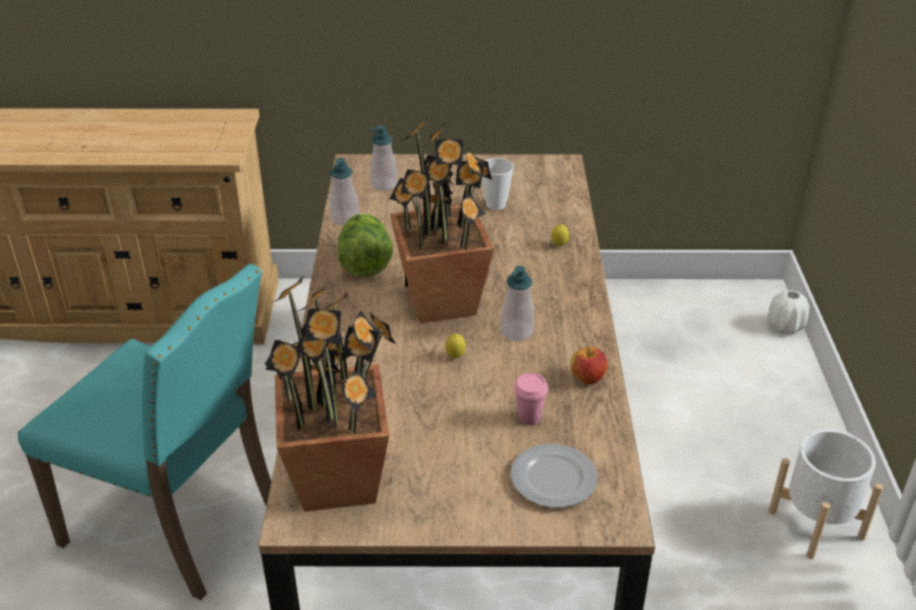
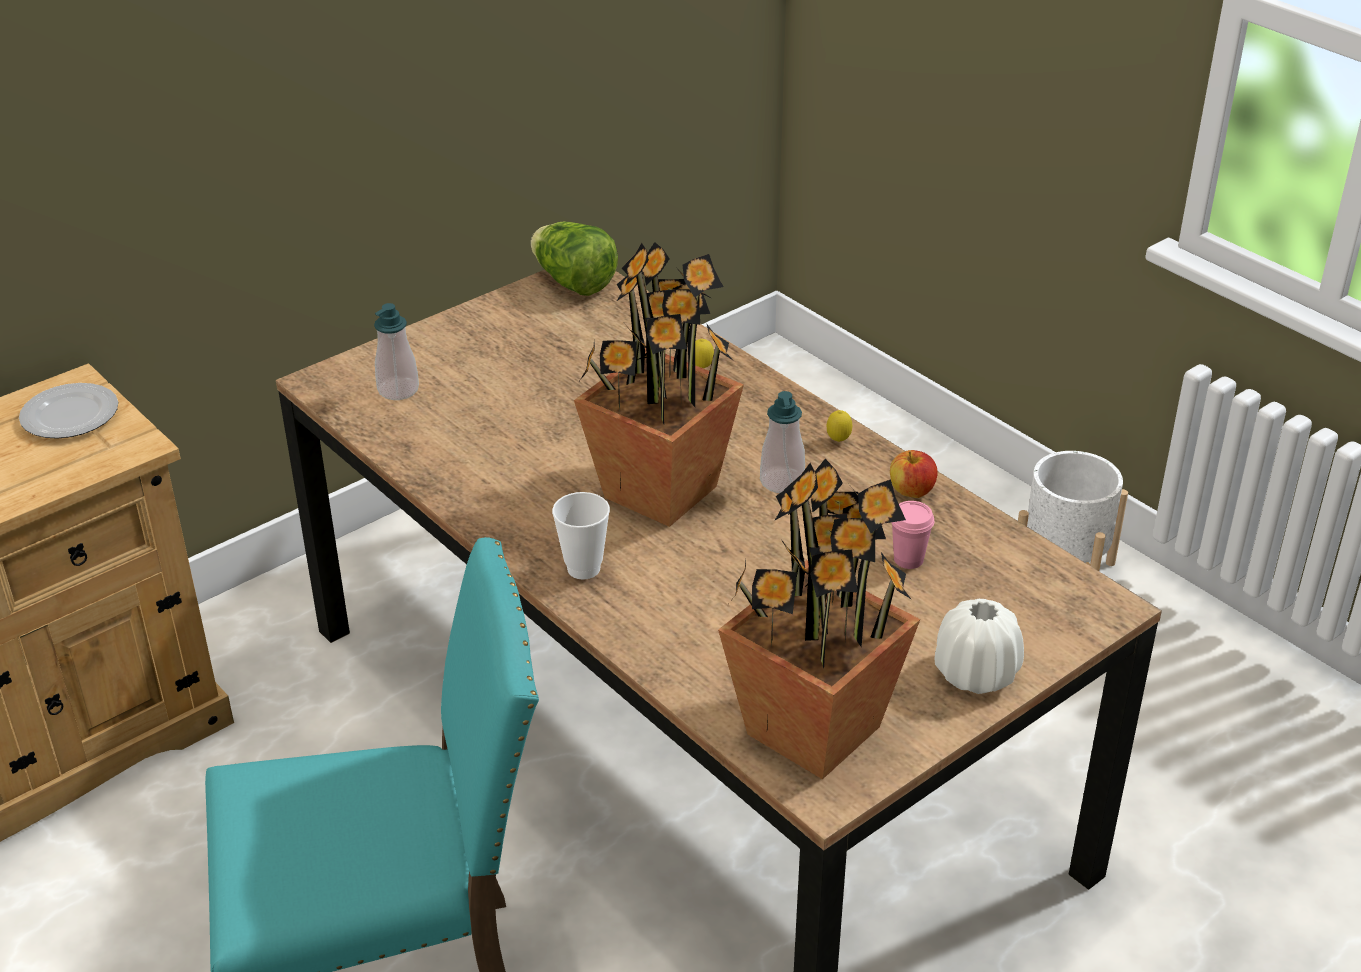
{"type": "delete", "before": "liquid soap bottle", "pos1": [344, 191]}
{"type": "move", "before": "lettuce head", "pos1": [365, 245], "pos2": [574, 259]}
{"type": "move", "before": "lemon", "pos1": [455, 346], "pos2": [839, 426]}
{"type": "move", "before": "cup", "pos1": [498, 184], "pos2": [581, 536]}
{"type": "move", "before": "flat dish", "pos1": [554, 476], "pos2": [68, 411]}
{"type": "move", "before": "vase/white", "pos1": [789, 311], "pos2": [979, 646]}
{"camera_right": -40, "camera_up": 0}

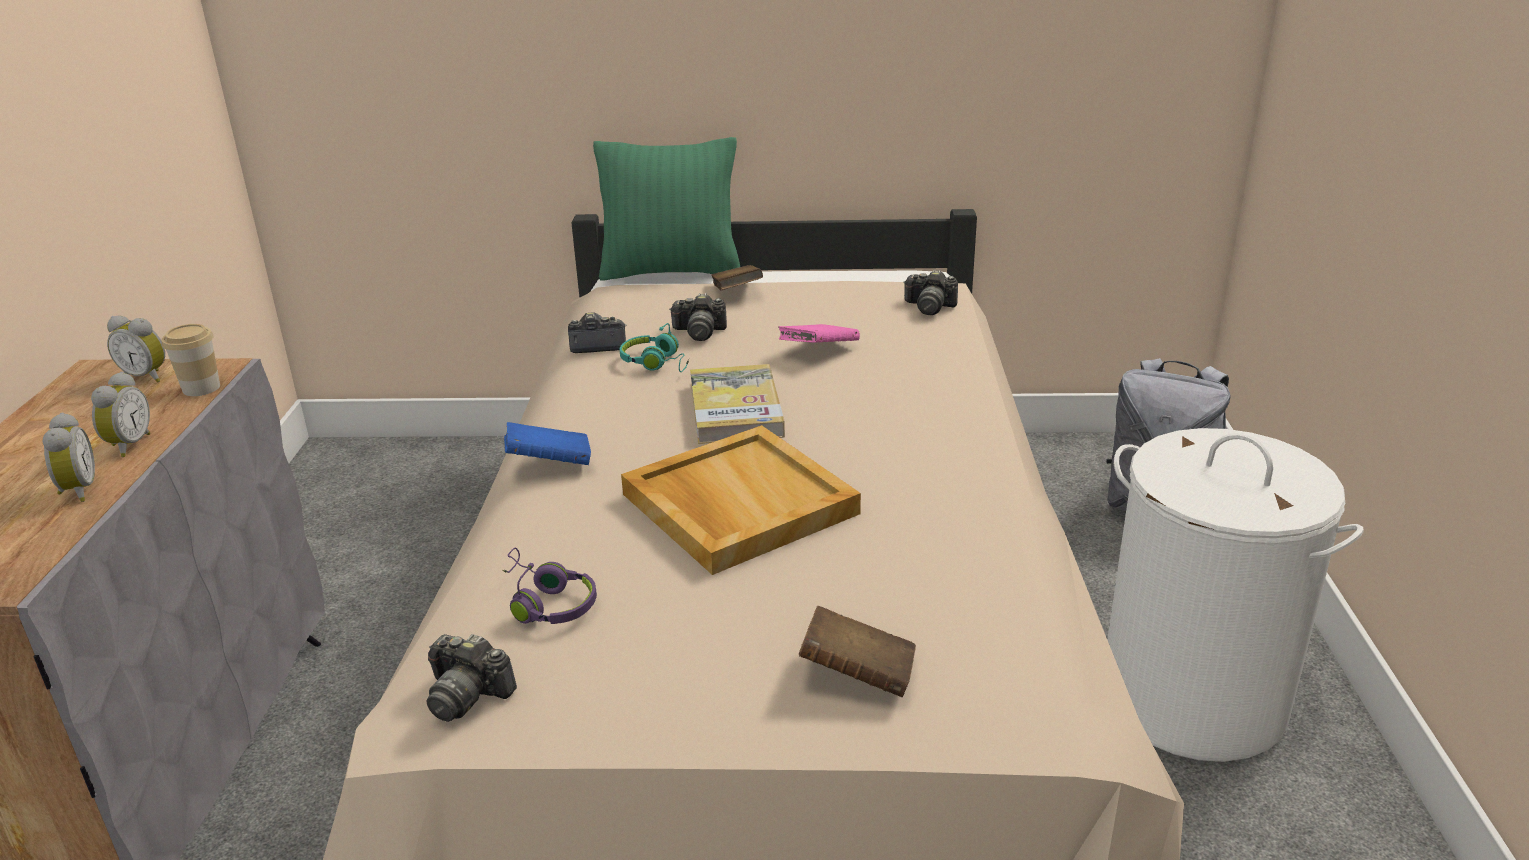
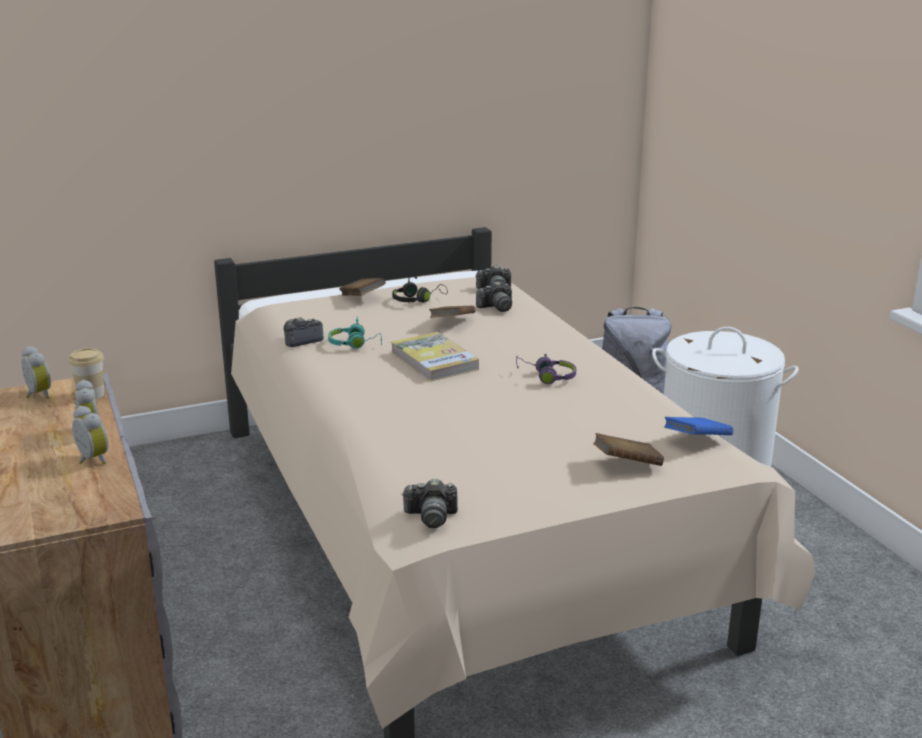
{"type": "delete", "before": "throw pillow/green", "pos1": [666, 208]}
{"type": "delete", "before": "serving tray/beige-coloured", "pos1": [741, 500]}
{"type": "insert", "after": "pair of headphones/blackish", "pos2": [420, 288]}
{"type": "move", "before": "pair of headphones/purplish", "pos1": [549, 585], "pos2": [546, 369]}
{"type": "move", "before": "book/blue-coloured", "pos1": [547, 443], "pos2": [698, 426]}
{"type": "move", "before": "photo camera", "pos1": [698, 317], "pos2": [494, 296]}
{"type": "recolor", "before": "book/pink", "after": "book/brownish", "pos1": [819, 333], "pos2": [452, 312]}
{"type": "rotate", "before": "table clock", "pos1": [136, 349], "pos2": [36, 372], "turn": -120}
{"camera_right": -25, "camera_up": -5}

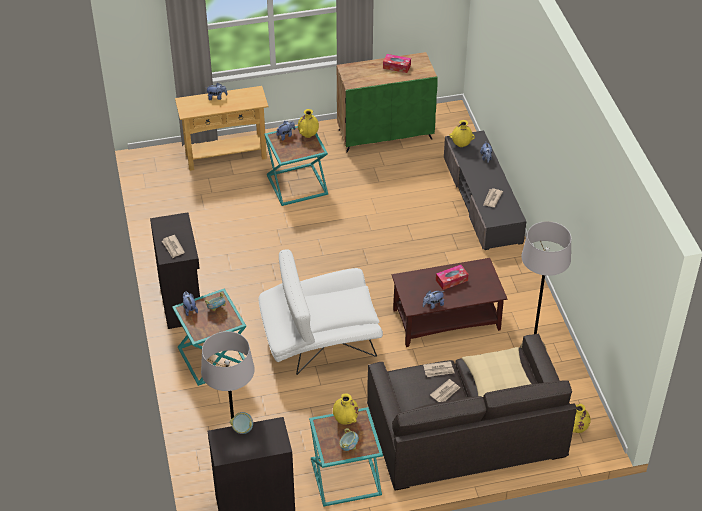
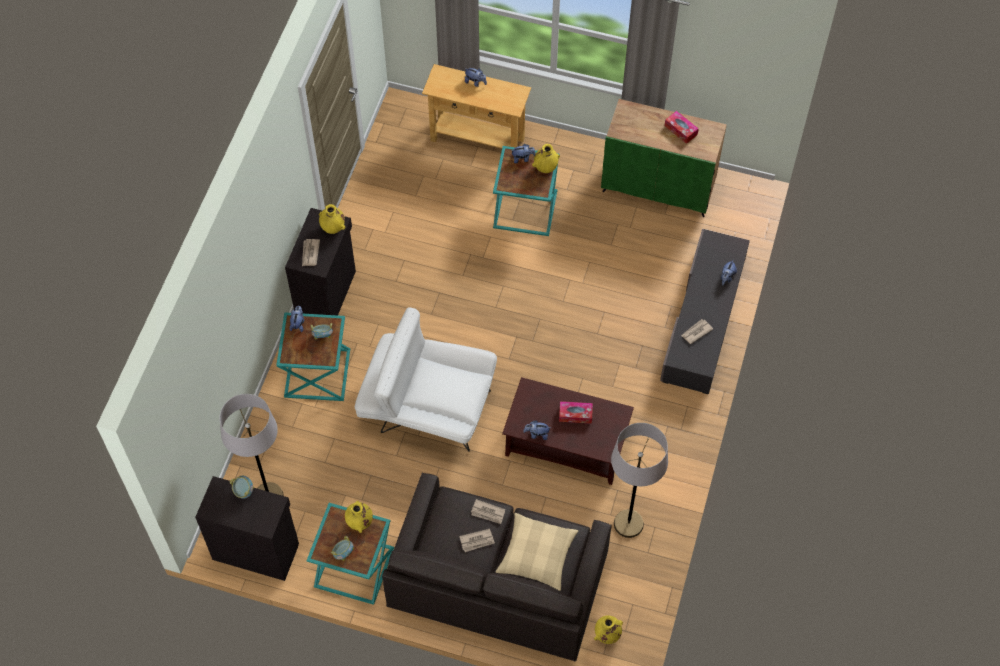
{"type": "move", "before": "vase/yellowish", "pos1": [462, 133], "pos2": [332, 219]}
{"camera_right": 30, "camera_up": 15}

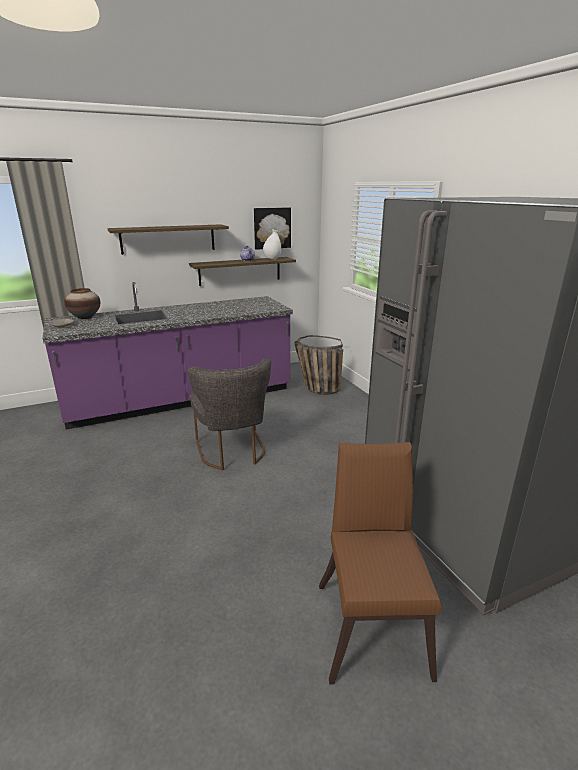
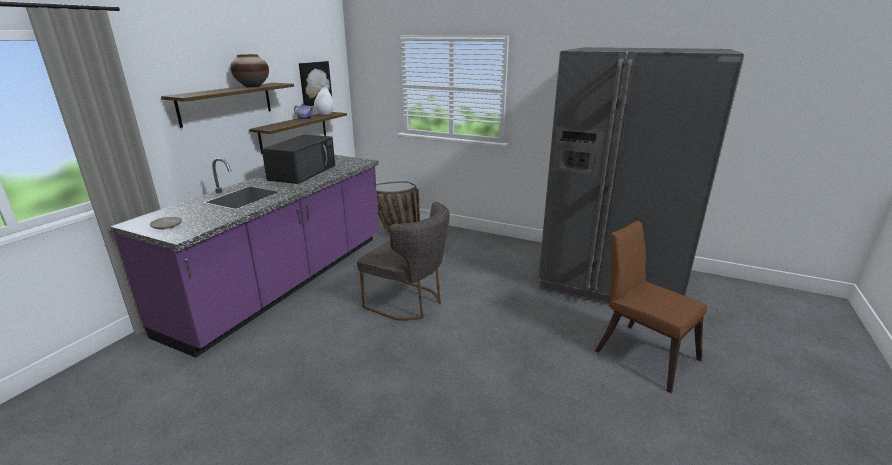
{"type": "insert", "after": "microwave/blackish", "pos2": [298, 159]}
{"type": "move", "before": "vase", "pos1": [82, 303], "pos2": [249, 71]}
{"camera_right": -40, "camera_up": 0}

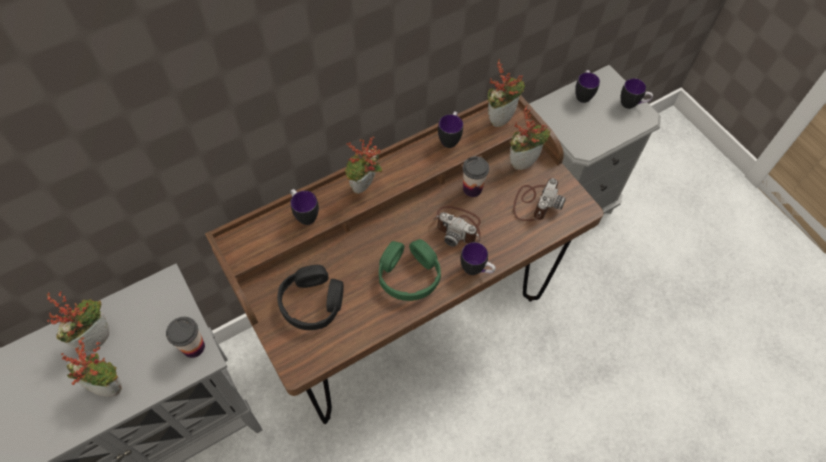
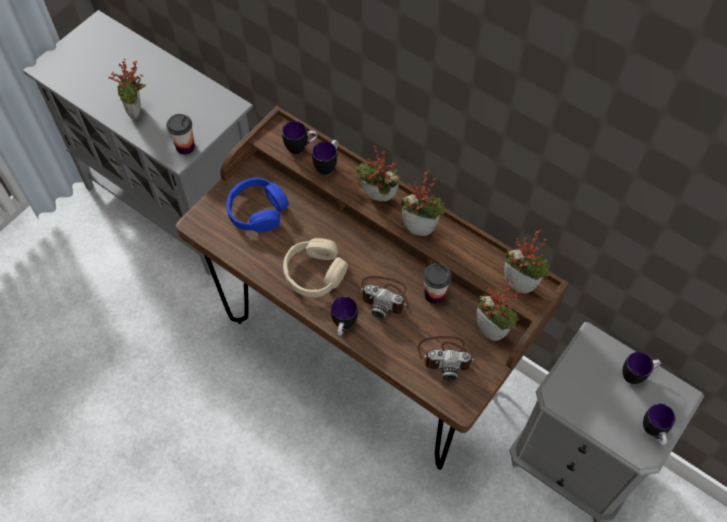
{"type": "move", "before": "plant in a pot", "pos1": [77, 321], "pos2": [424, 203]}
{"type": "move", "before": "coffee mug", "pos1": [450, 130], "pos2": [299, 137]}
{"type": "recolor", "before": "pair of headphones/blackish", "after": "pair of headphones/blue-coloured", "pos1": [310, 297], "pos2": [257, 204]}
{"type": "recolor", "before": "pair of headphones/green", "after": "pair of headphones/beige-coloured", "pos1": [410, 270], "pos2": [315, 268]}
{"type": "rotate", "before": "photo camera", "pos1": [457, 226], "pos2": [383, 297], "turn": -75}
{"camera_right": 70, "camera_up": 0}

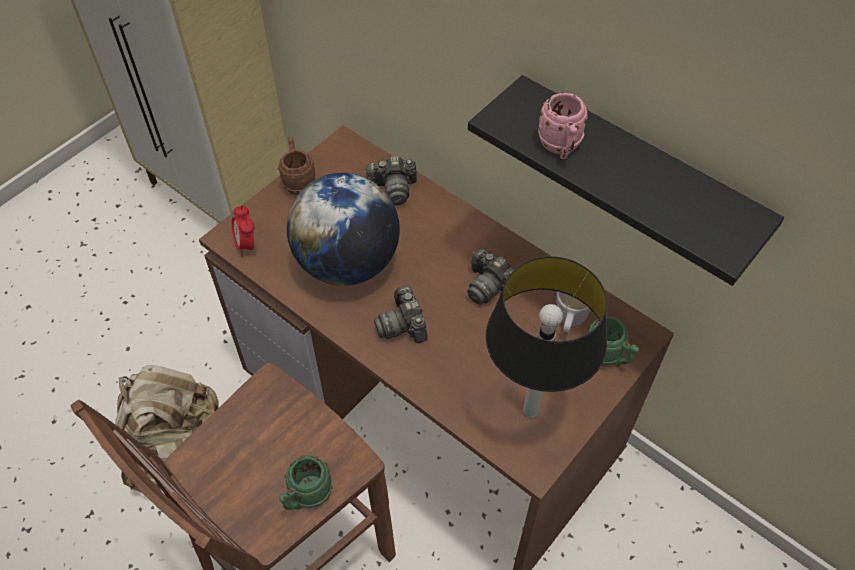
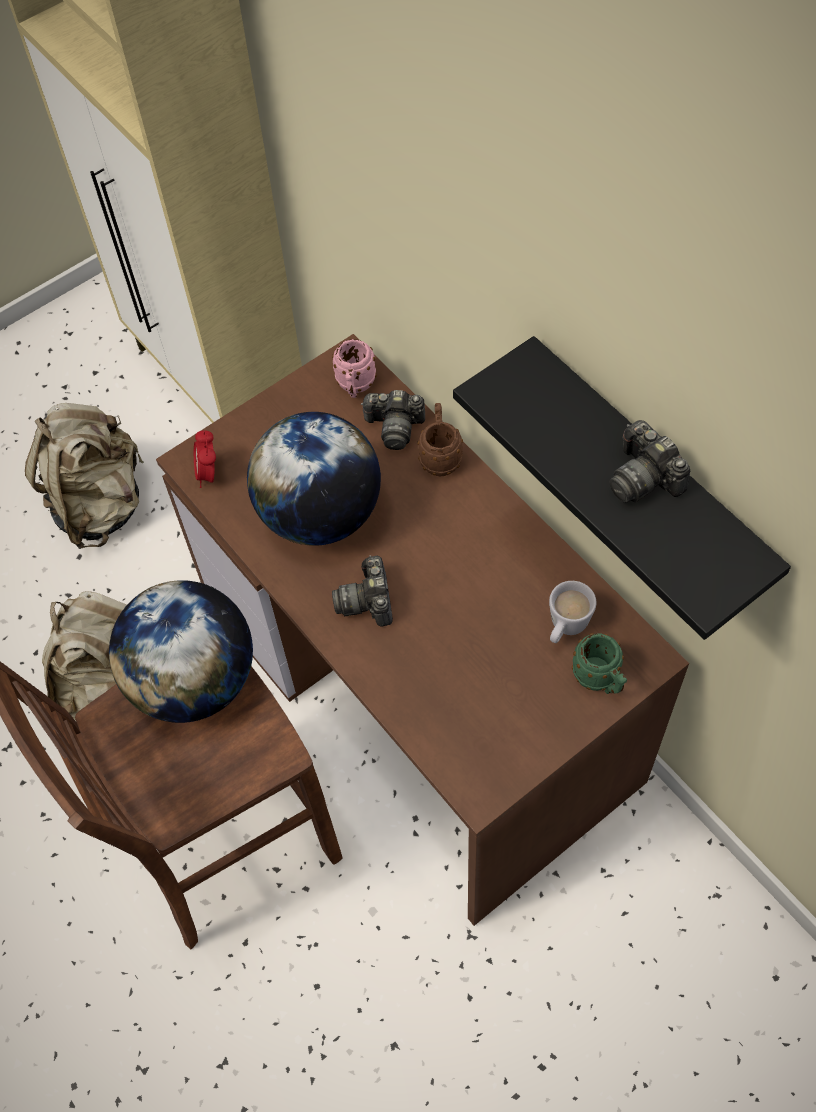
{"type": "delete", "before": "coffee mug/green", "pos1": [306, 482]}
{"type": "delete", "before": "tabletop lamp", "pos1": [546, 337]}
{"type": "insert", "after": "knapsack/beige-coloured", "pos2": [84, 476]}
{"type": "insert", "after": "globe", "pos2": [181, 651]}
{"type": "move", "before": "coffee mug/brownish", "pos1": [297, 165], "pos2": [440, 440]}
{"type": "move", "before": "photo camera", "pos1": [490, 276], "pos2": [650, 461]}
{"type": "move", "before": "coffee mug/pink", "pos1": [563, 126], "pos2": [354, 368]}
{"camera_right": 15, "camera_up": 5}

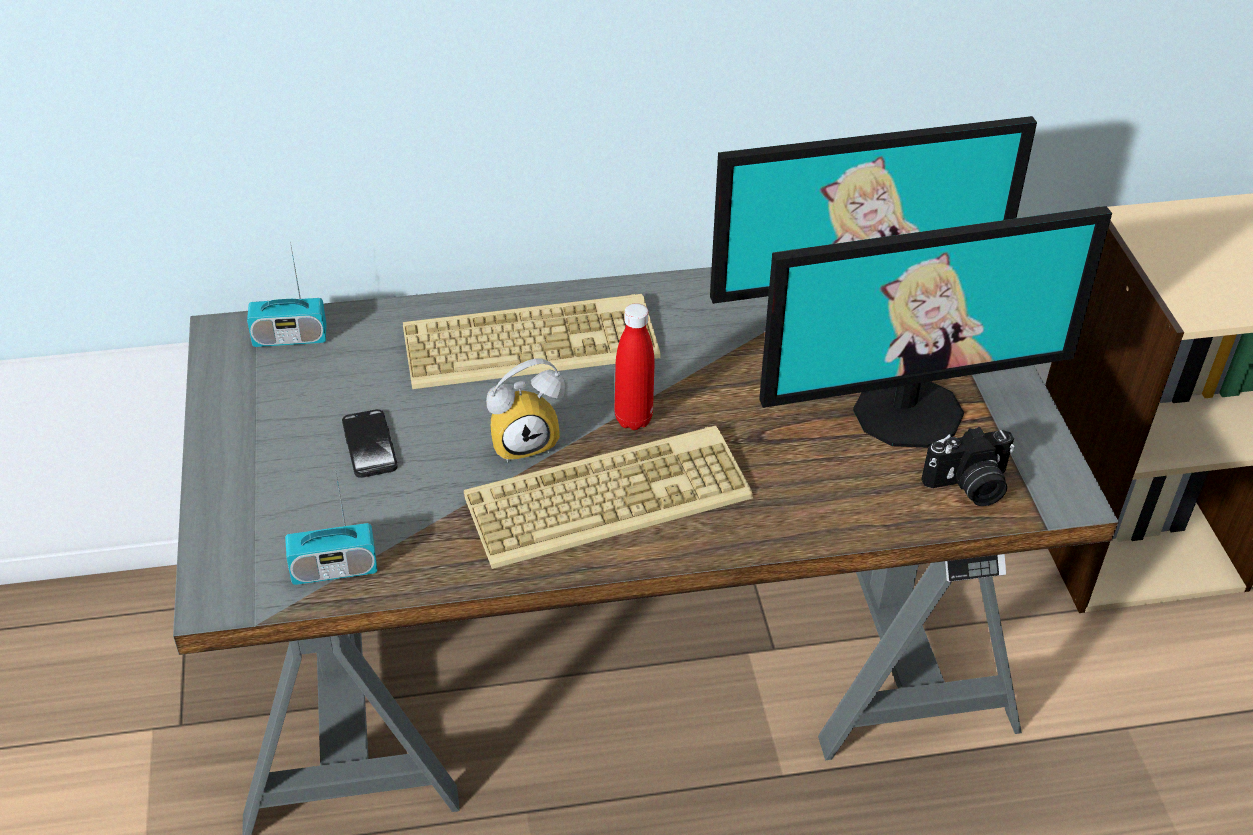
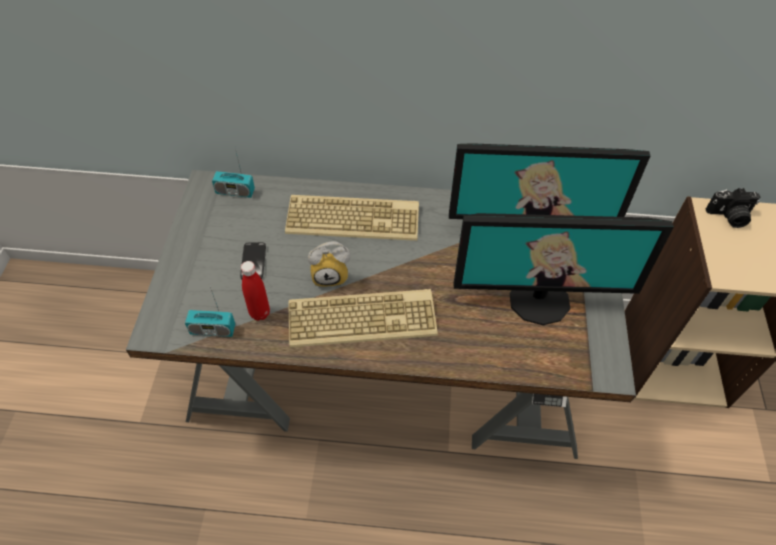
{"type": "move", "before": "drink bottle/red", "pos1": [634, 366], "pos2": [255, 291]}
{"type": "move", "before": "photo camera", "pos1": [968, 466], "pos2": [733, 208]}
{"camera_right": 15, "camera_up": 10}

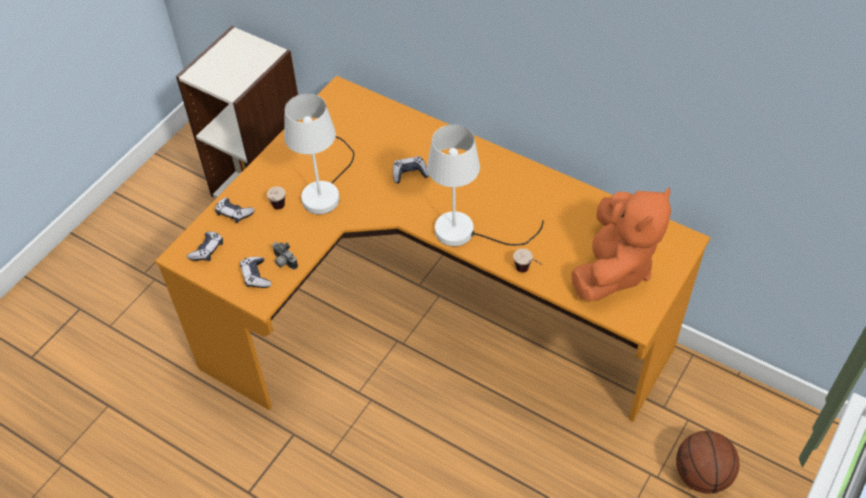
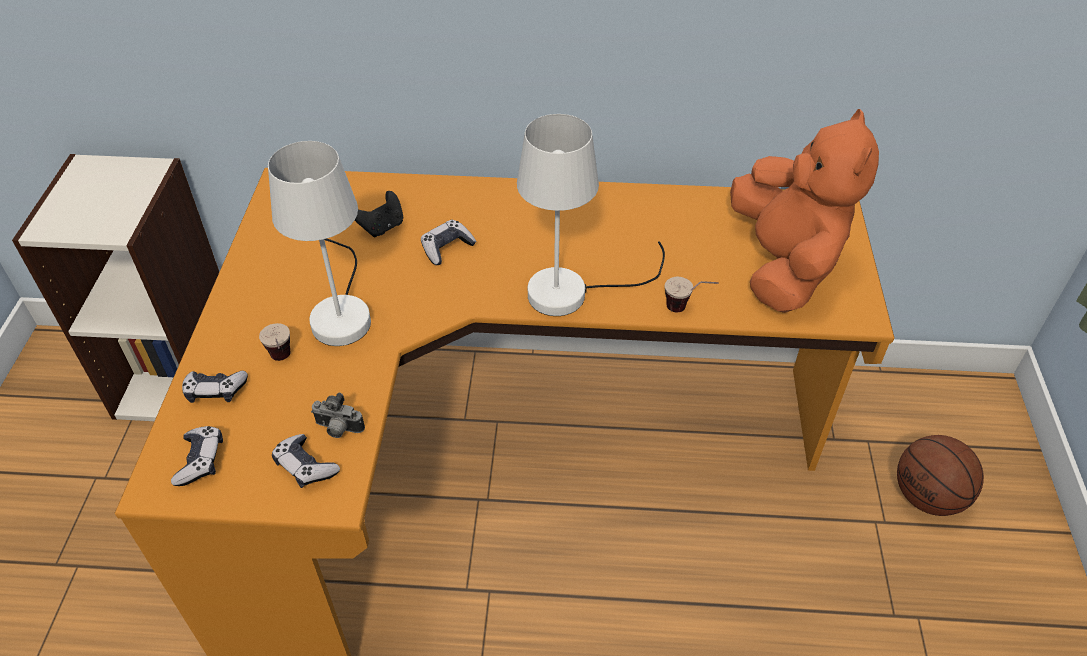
{"type": "insert", "after": "gamepad/blackish", "pos2": [379, 214]}
{"camera_right": -30, "camera_up": -5}

